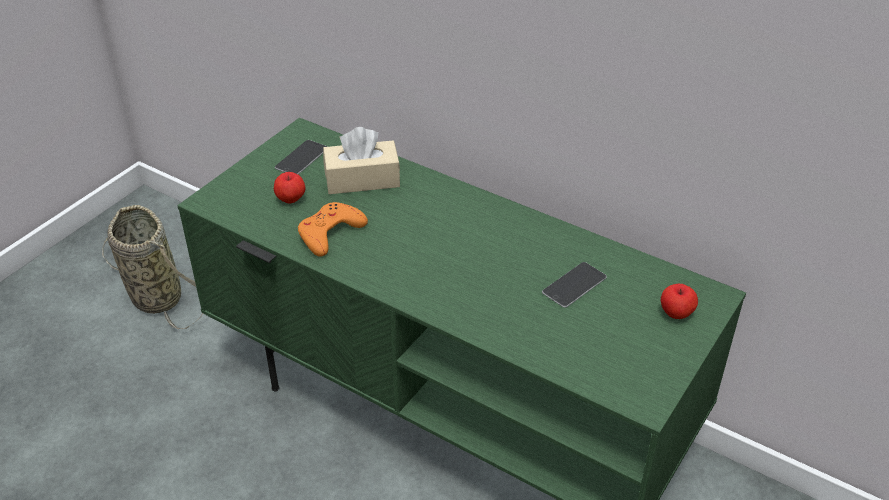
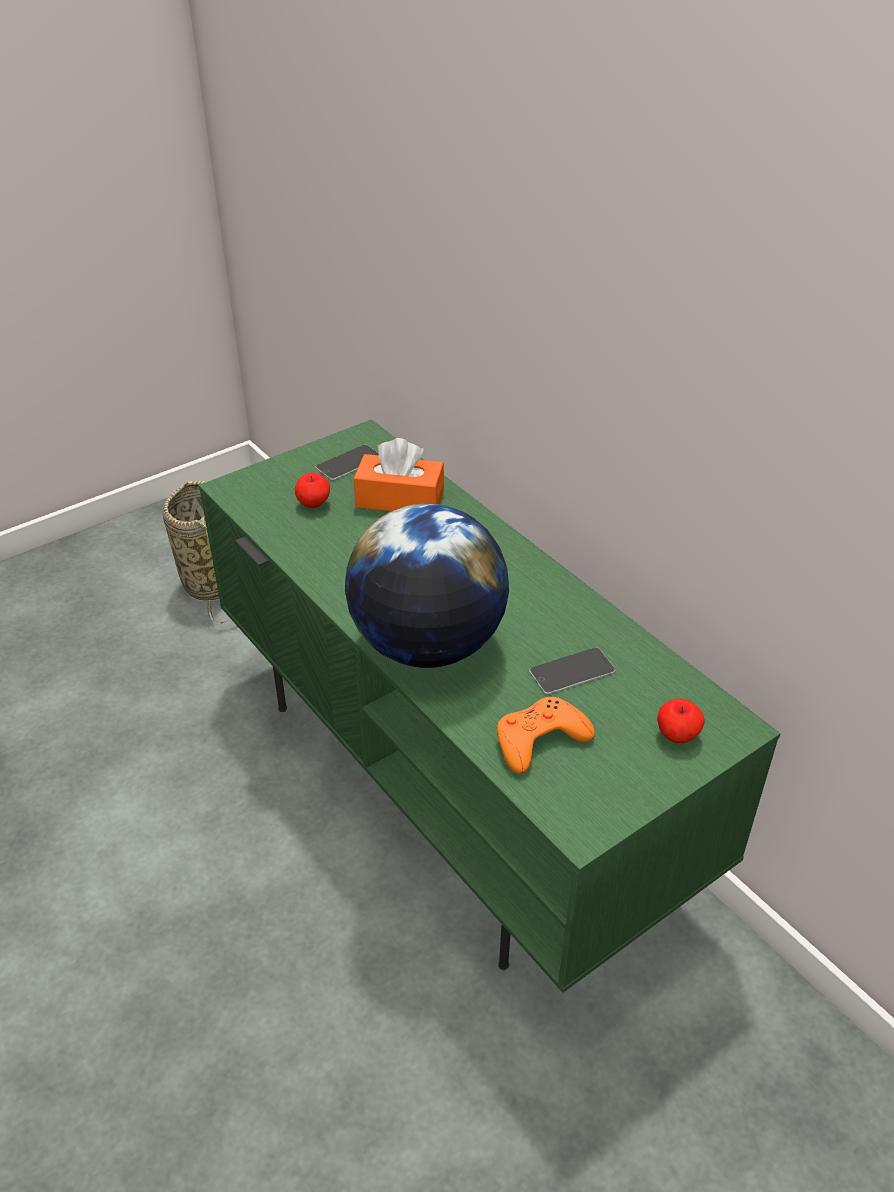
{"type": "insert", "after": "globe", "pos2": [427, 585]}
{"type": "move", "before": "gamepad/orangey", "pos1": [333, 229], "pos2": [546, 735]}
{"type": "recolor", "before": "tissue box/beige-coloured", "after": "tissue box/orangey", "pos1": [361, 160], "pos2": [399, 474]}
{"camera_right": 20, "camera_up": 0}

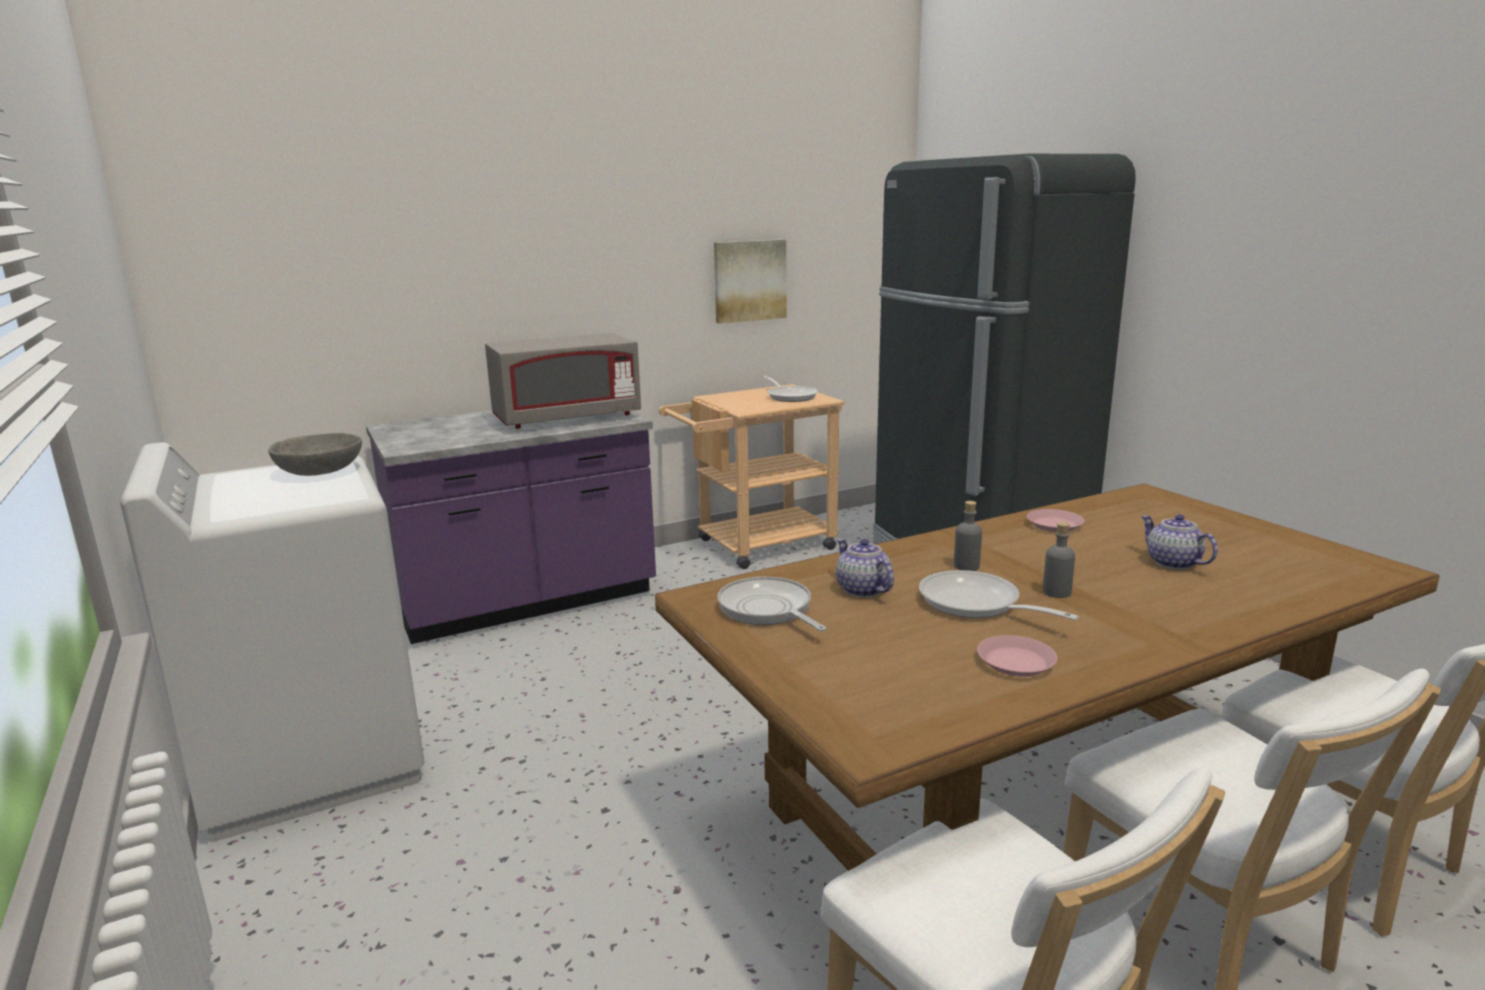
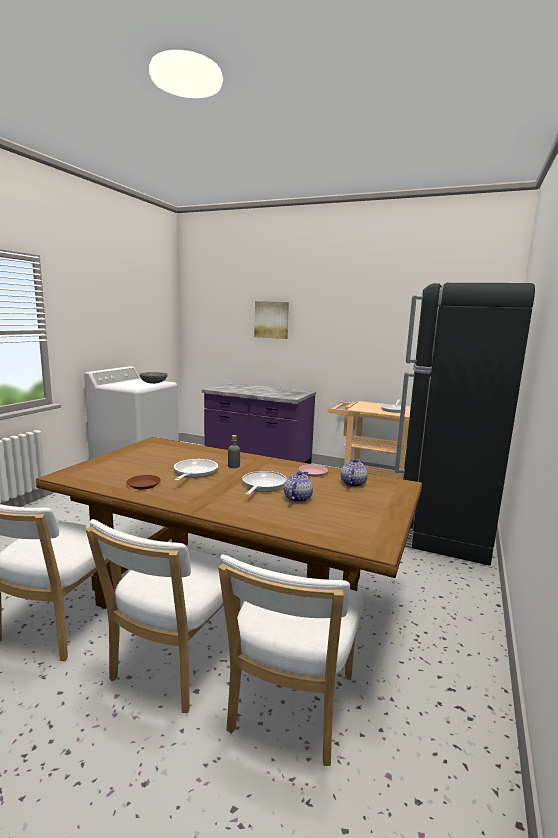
{"type": "delete", "before": "microwave/gray", "pos1": [563, 381]}
{"type": "delete", "before": "drink bottle/gray", "pos1": [1059, 560]}
{"type": "move", "before": "wall art", "pos1": [750, 281], "pos2": [271, 320]}
{"type": "move", "before": "pan", "pos1": [772, 604], "pos2": [264, 483]}
{"type": "move", "before": "tea pot", "pos1": [865, 568], "pos2": [354, 473]}
{"type": "recolor", "before": "flat dish/pink", "after": "flat dish/brownish", "pos1": [1017, 656], "pos2": [144, 482]}
{"camera_right": 50, "camera_up": -5}

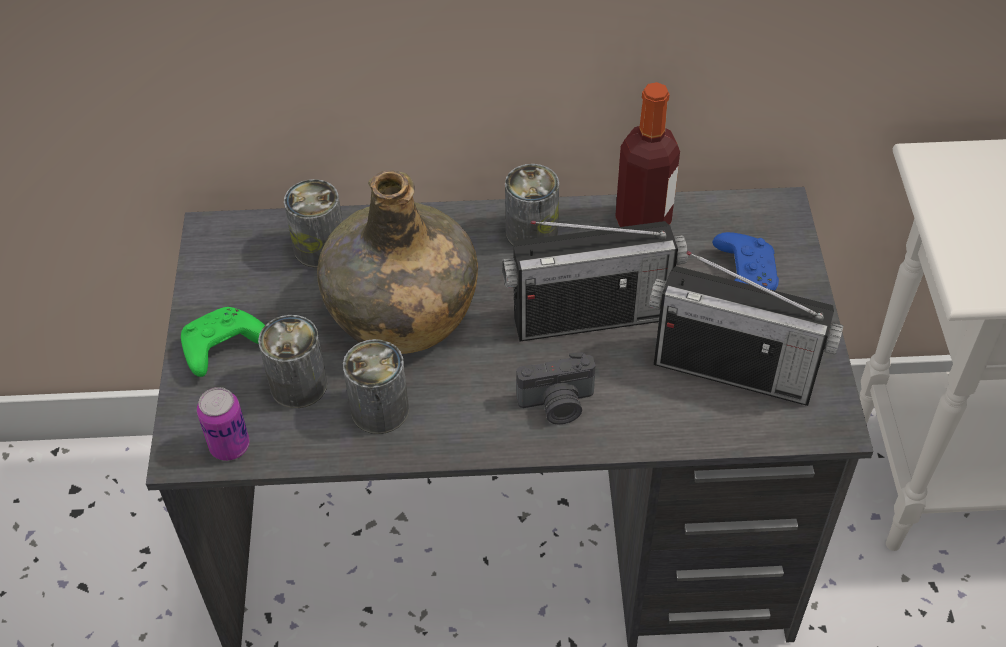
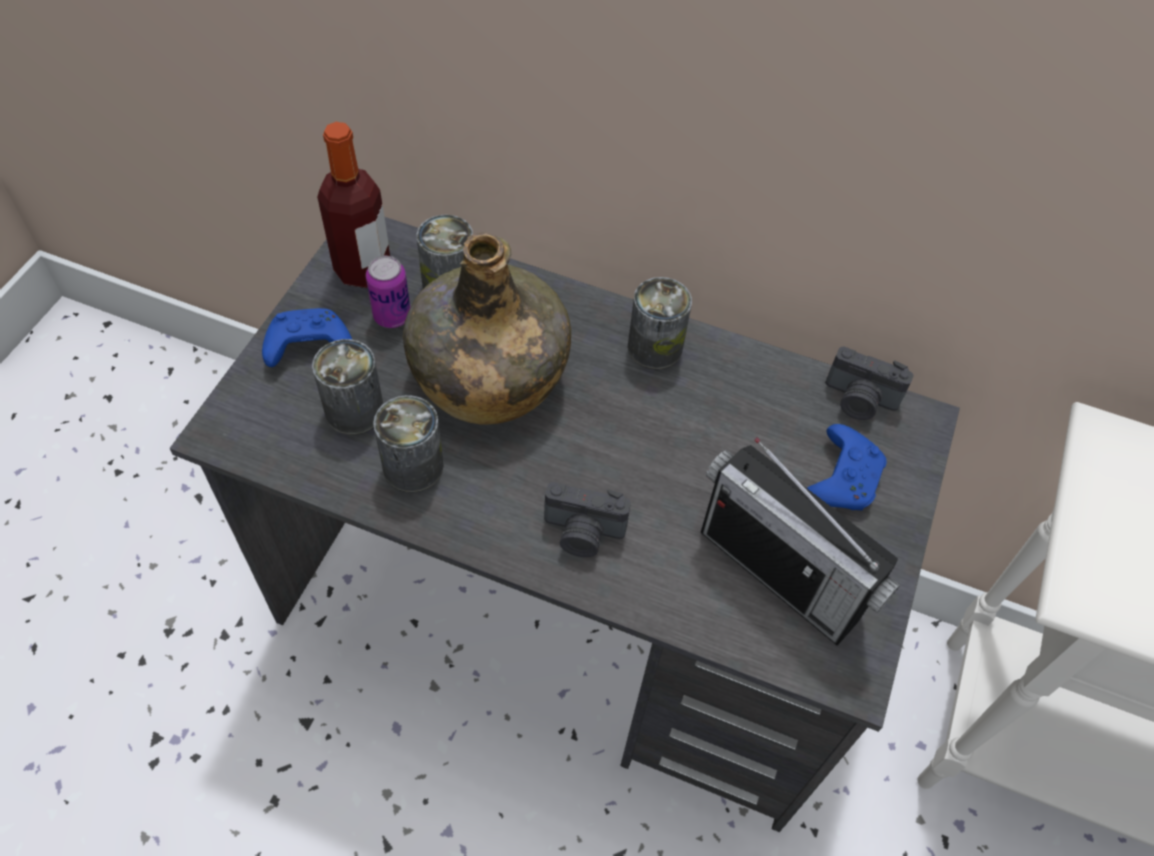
{"type": "delete", "before": "radio set", "pos1": [595, 281]}
{"type": "insert", "after": "photo camera", "pos2": [869, 383]}
{"type": "move", "before": "metal can", "pos1": [223, 424], "pos2": [388, 292]}
{"type": "move", "before": "drink bottle", "pos1": [647, 154], "pos2": [353, 205]}
{"type": "recolor", "before": "gamepad/green", "after": "gamepad/blue-coloured", "pos1": [223, 342], "pos2": [307, 337]}
{"camera_right": 20, "camera_up": 5}

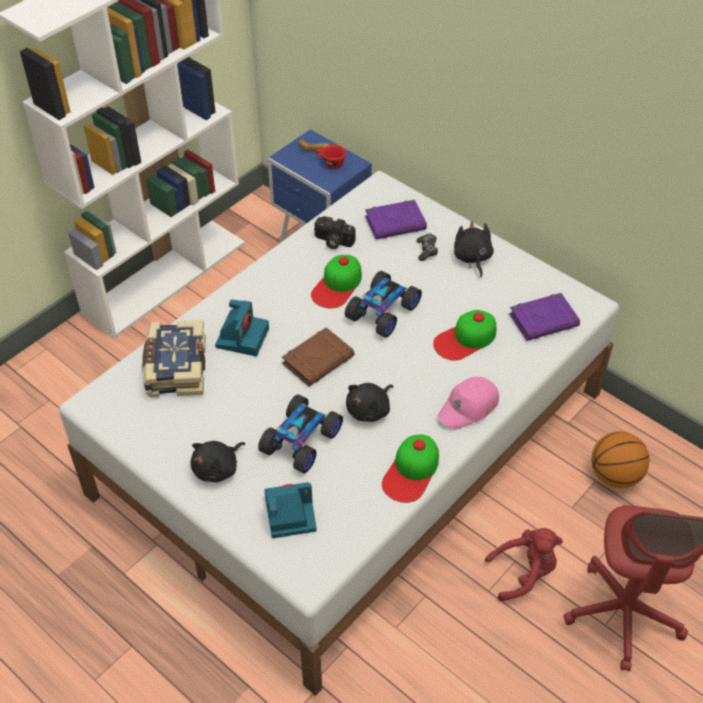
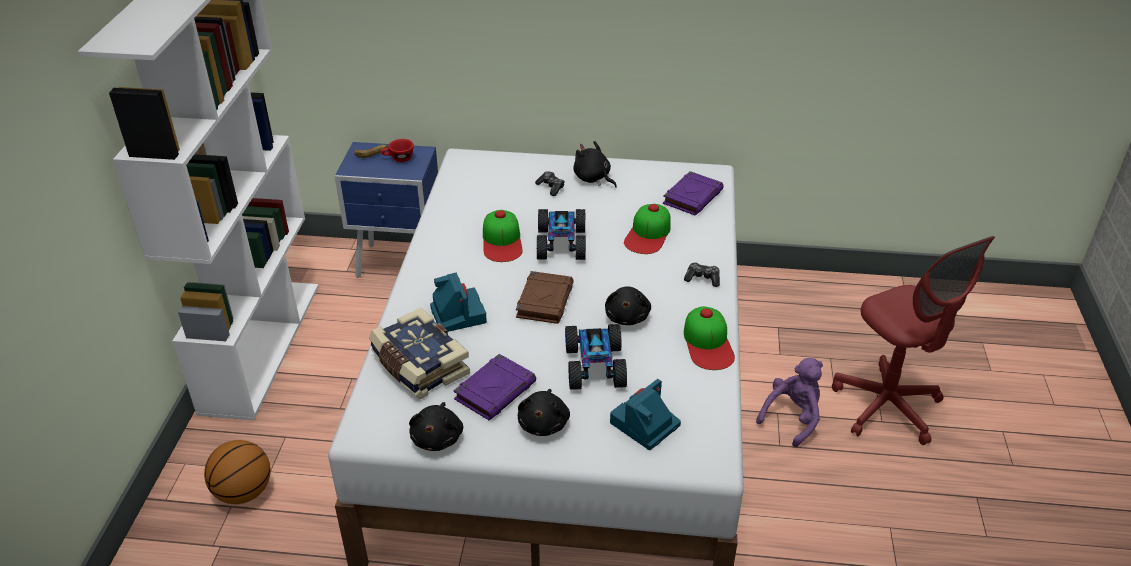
{"type": "delete", "before": "photo camera", "pos1": [334, 232]}
{"type": "insert", "after": "soft toy/blackish", "pos2": [436, 426]}
{"type": "move", "before": "book/purplish", "pos1": [396, 219], "pos2": [494, 387]}
{"type": "move", "before": "basketball", "pos1": [620, 459], "pos2": [237, 472]}
{"type": "replace", "before": "cap/pink", "after": "gamepad", "pos1": [468, 403], "pos2": [702, 274]}
{"type": "recolor", "before": "soft toy/red", "after": "soft toy/purplish", "pos1": [524, 564], "pos2": [789, 402]}
{"camera_right": -35, "camera_up": -10}

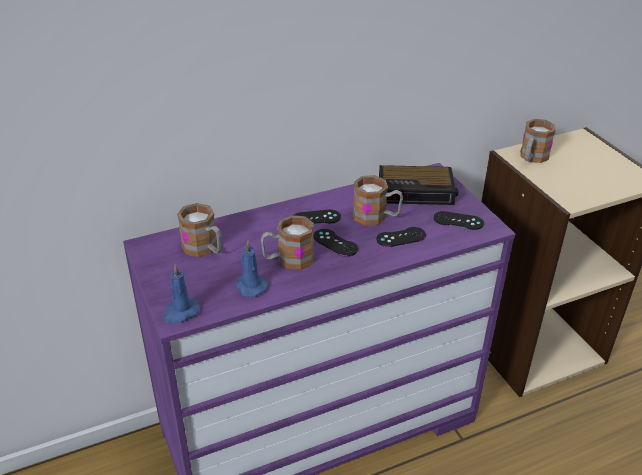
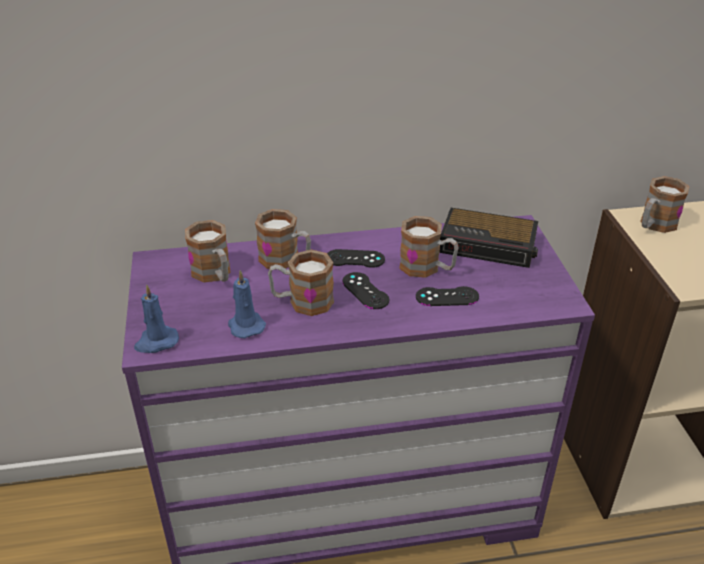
{"type": "delete", "before": "gamepad/blackish", "pos1": [459, 220]}
{"type": "insert", "after": "coffee mug", "pos2": [283, 239]}
{"camera_right": 15, "camera_up": 0}

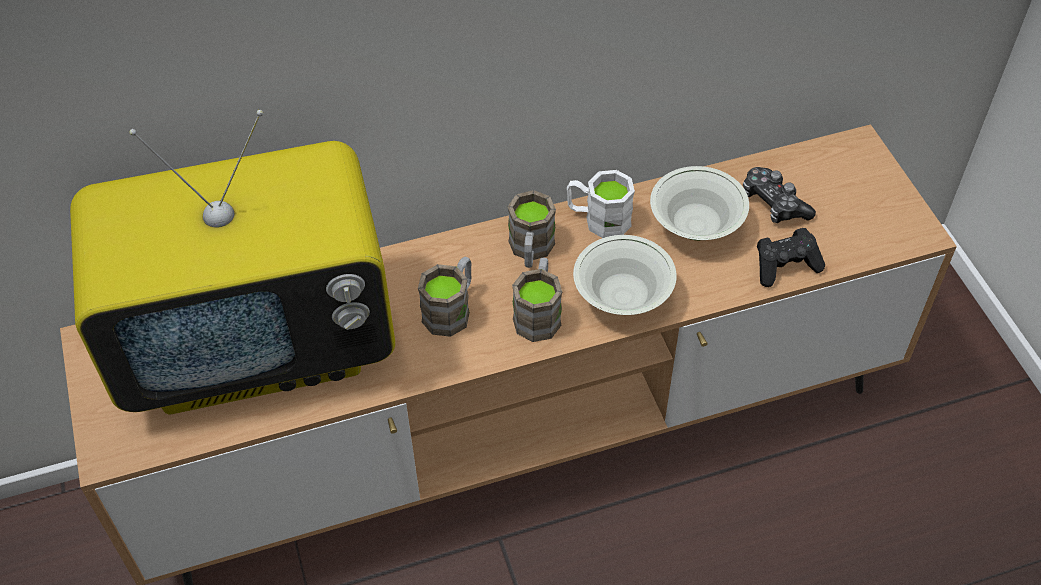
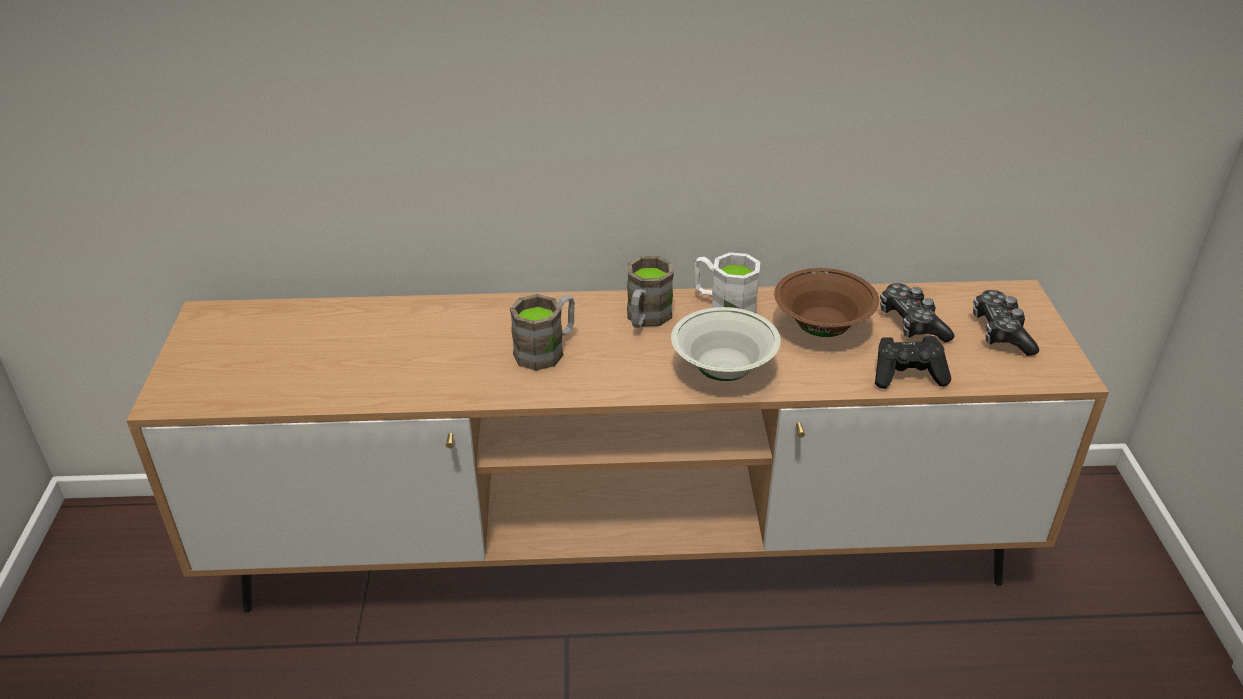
{"type": "delete", "before": "television", "pos1": [232, 262]}
{"type": "delete", "before": "coffee mug/brownish", "pos1": [537, 300]}
{"type": "insert", "after": "gamepad", "pos2": [1006, 323]}
{"type": "recolor", "before": "deep dish/white", "after": "deep dish/brownish", "pos1": [699, 203], "pos2": [826, 302]}
{"camera_right": 15, "camera_up": -15}

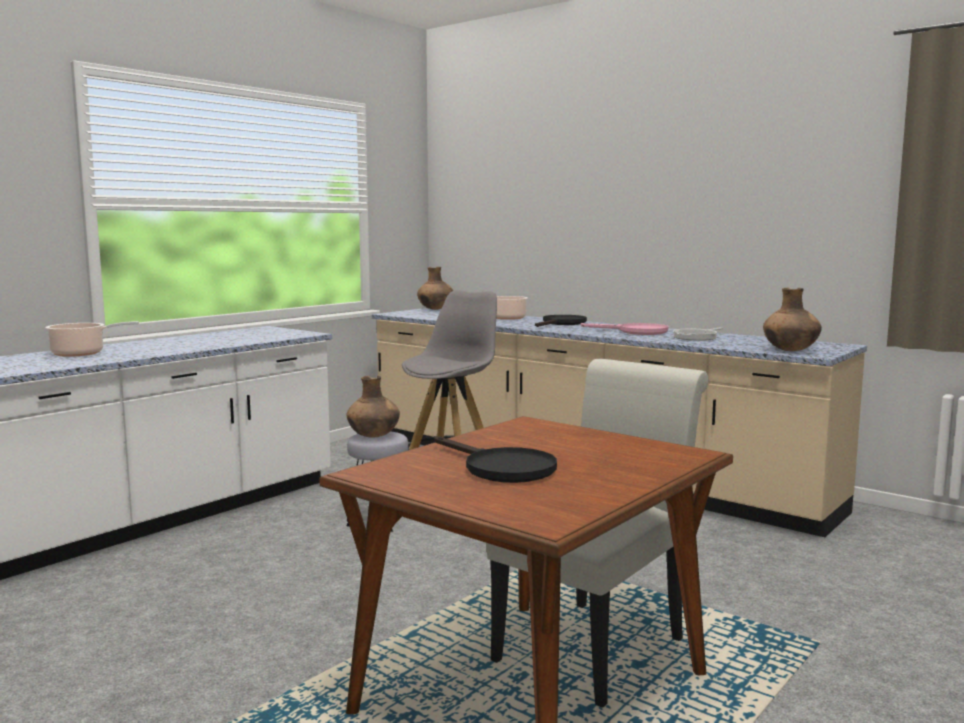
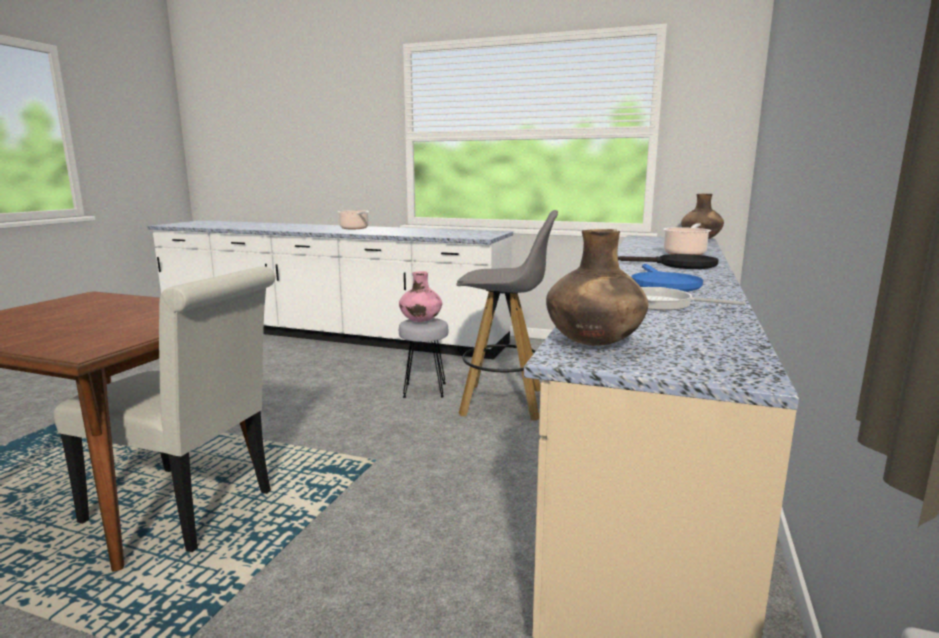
{"type": "delete", "before": "pan/blackish", "pos1": [495, 459]}
{"type": "recolor", "before": "vase/brownish", "after": "vase/pink", "pos1": [373, 407], "pos2": [420, 296]}
{"type": "recolor", "before": "pan/pink", "after": "pan/blue-coloured", "pos1": [624, 329], "pos2": [667, 278]}
{"camera_right": 70, "camera_up": 5}

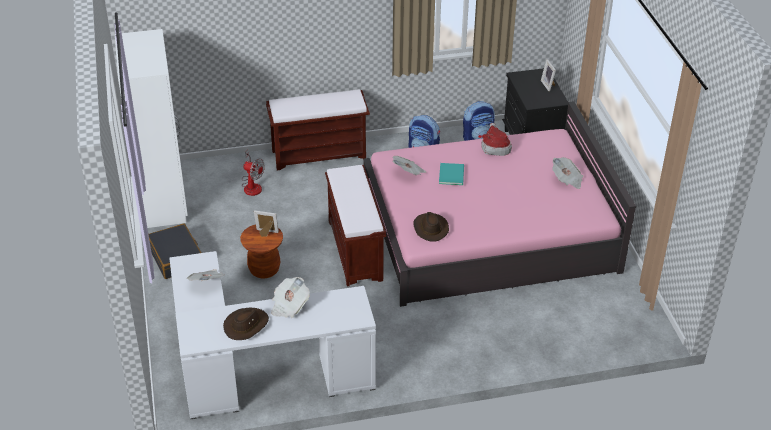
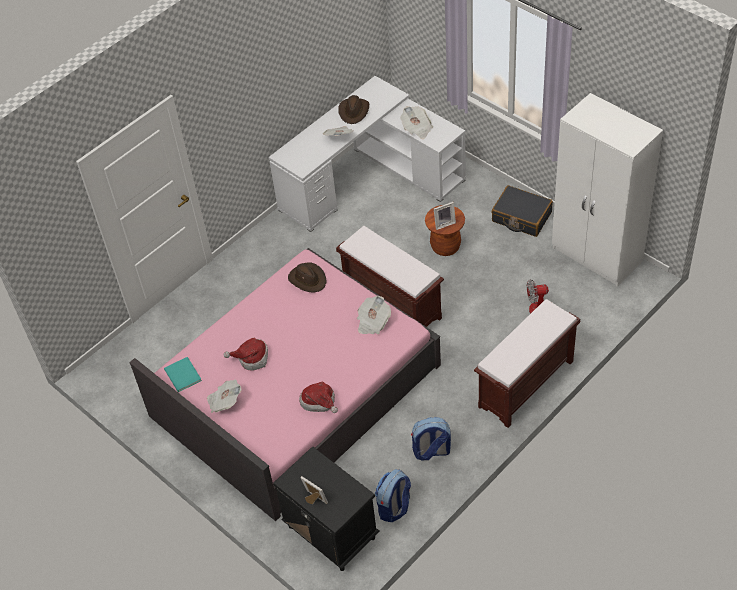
{"type": "insert", "after": "hat", "pos2": [245, 354]}
{"type": "move", "before": "book/turquoise", "pos1": [451, 174], "pos2": [183, 374]}
{"camera_right": 150, "camera_up": 10}

